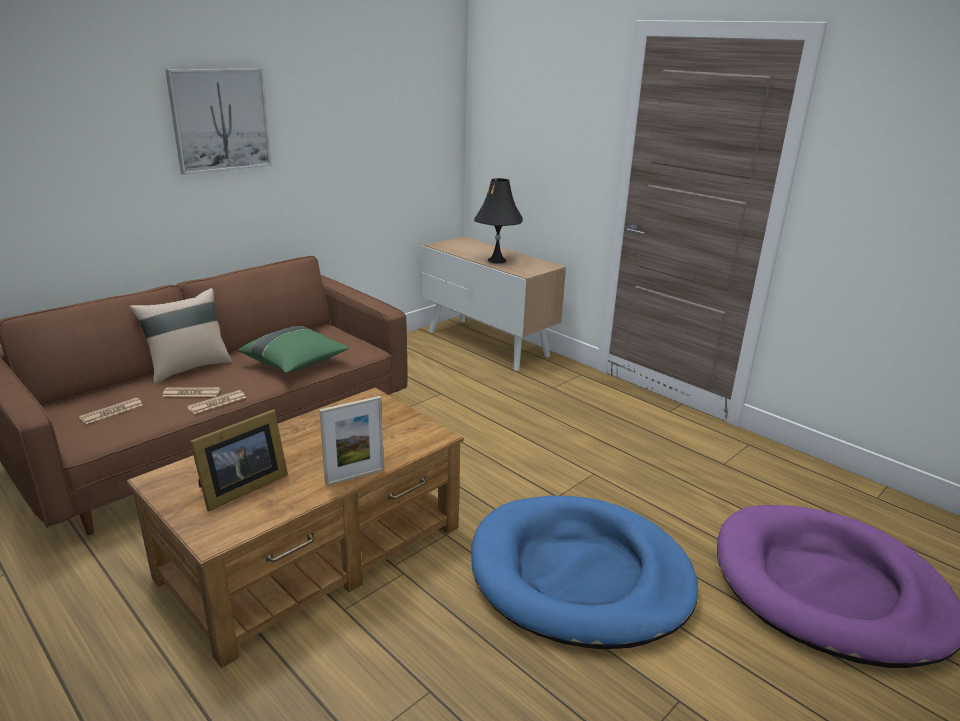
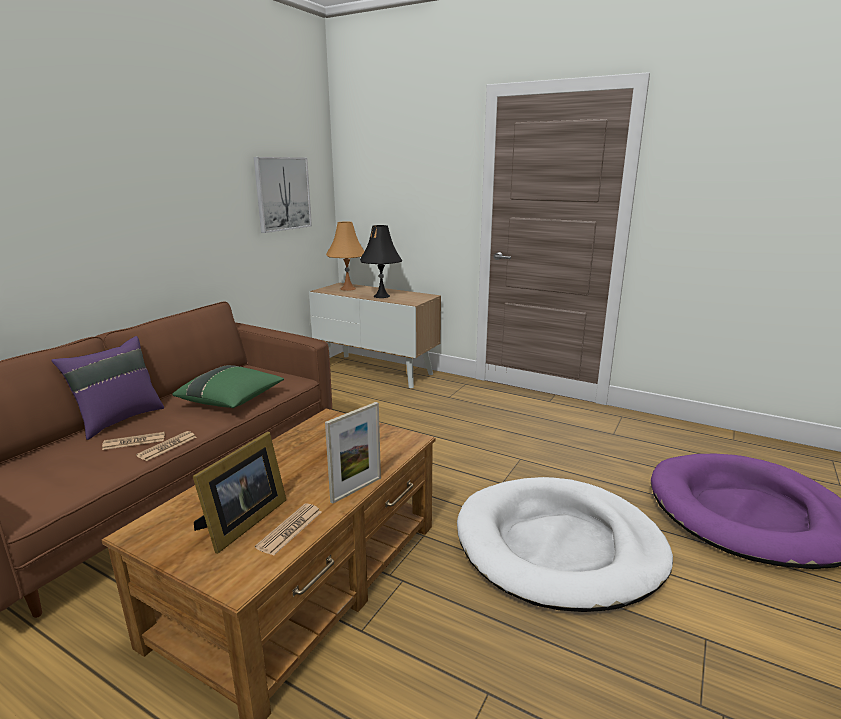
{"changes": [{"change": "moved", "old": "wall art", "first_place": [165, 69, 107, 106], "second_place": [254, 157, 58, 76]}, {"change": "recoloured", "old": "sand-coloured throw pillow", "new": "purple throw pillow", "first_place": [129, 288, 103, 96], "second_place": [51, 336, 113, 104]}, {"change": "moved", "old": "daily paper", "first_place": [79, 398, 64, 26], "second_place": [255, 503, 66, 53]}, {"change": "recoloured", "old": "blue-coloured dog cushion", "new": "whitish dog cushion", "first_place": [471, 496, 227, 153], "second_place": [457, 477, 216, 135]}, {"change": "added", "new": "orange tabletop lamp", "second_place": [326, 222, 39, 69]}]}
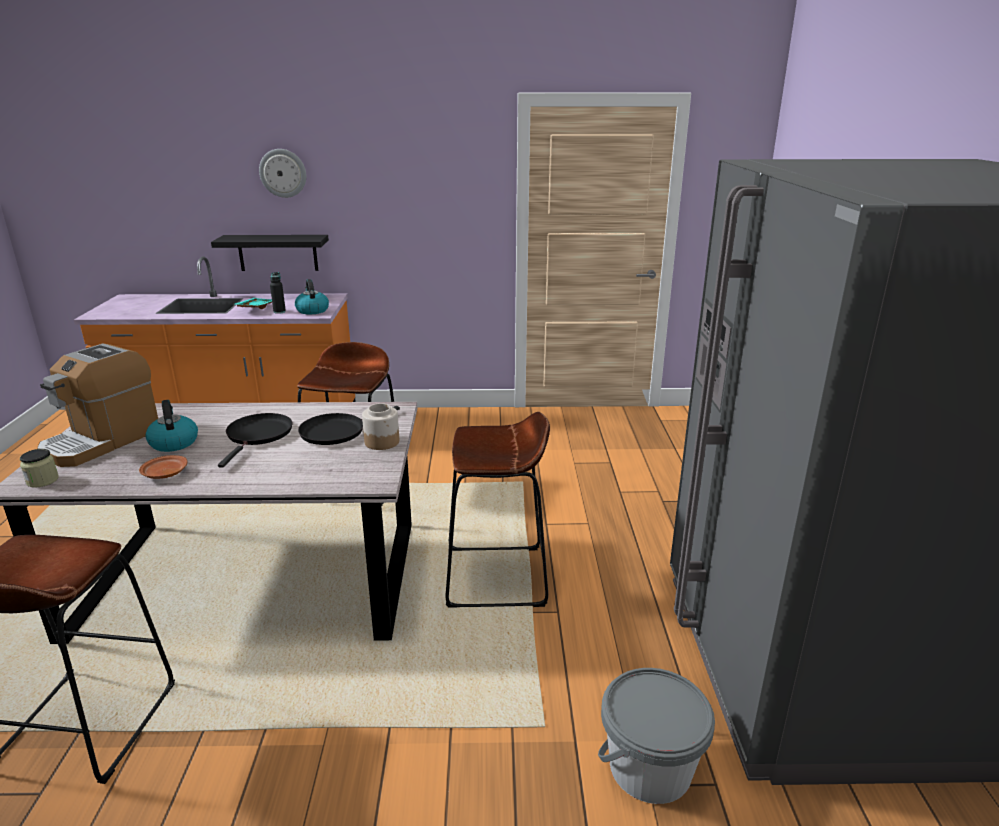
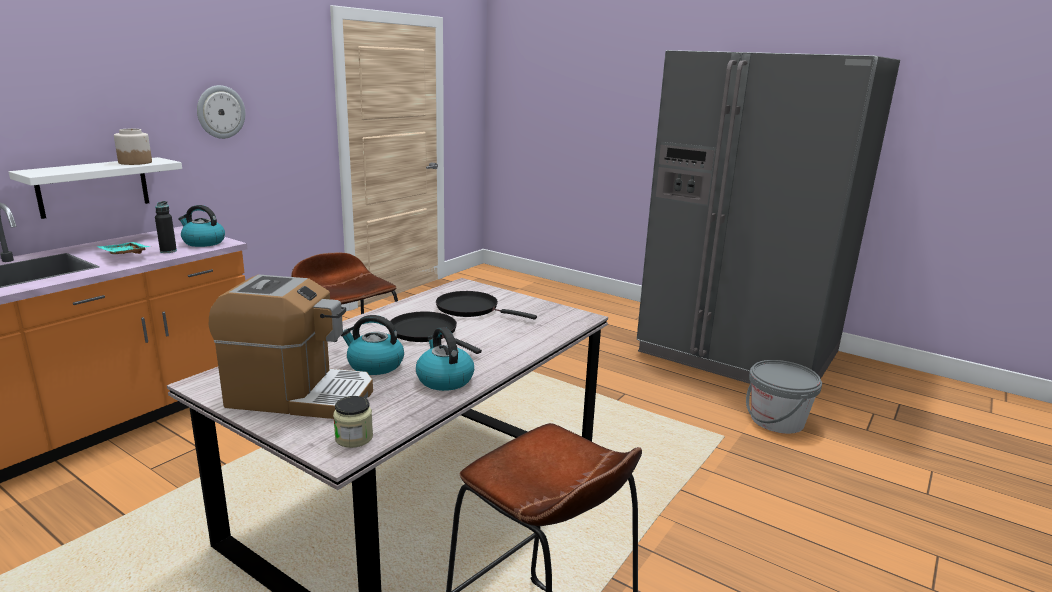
{"changes": [{"change": "moved", "old": "hanging clock", "first_place": [259, 149, 47, 49], "second_place": [197, 85, 48, 54]}, {"change": "recoloured", "old": "black-coloured shelf", "new": "whitish shelf", "first_place": [211, 235, 118, 36], "second_place": [8, 157, 174, 62]}, {"change": "turned", "old": "coffee maker", "first_place": [37, 343, 121, 124], "second_place": [209, 274, 164, 145], "degrees": -60}, {"change": "moved", "old": "storage jar", "first_place": [362, 403, 37, 47], "second_place": [114, 129, 38, 36]}, {"change": "turned", "old": "black-coloured skillet", "first_place": [298, 406, 102, 39], "second_place": [436, 291, 101, 29], "degrees": 120}, {"change": "removed", "old": "brown sitting stool", "first_place": [445, 412, 105, 196]}, {"change": "replaced", "old": "brown plate", "new": "kettle", "first_place": [139, 455, 48, 24], "second_place": [416, 327, 58, 64]}]}
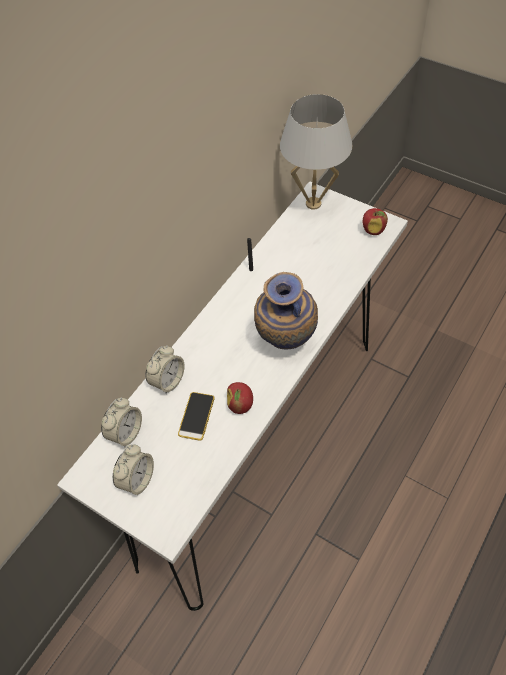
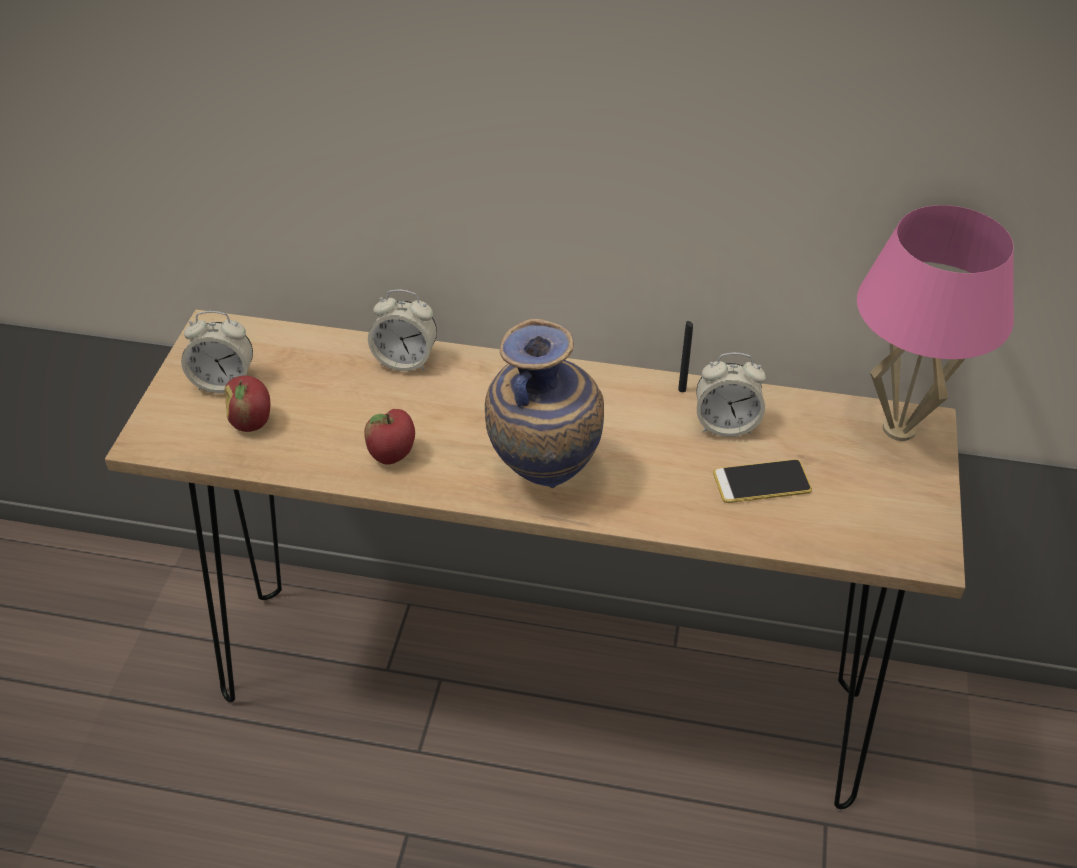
{"changes": [{"change": "recoloured", "old": "whitish tabletop lamp", "new": "pinkish tabletop lamp", "first_place": [280, 94, 73, 116], "second_place": [857, 205, 157, 236]}, {"change": "recoloured", "old": "whitish console table", "new": "brown console table", "first_place": [57, 182, 351, 429], "second_place": [105, 310, 860, 499]}, {"change": "moved", "old": "whole apple", "first_place": [363, 208, 25, 27], "second_place": [225, 376, 45, 56]}, {"change": "moved", "old": "phone", "first_place": [178, 392, 37, 49], "second_place": [713, 459, 99, 44]}, {"change": "moved", "old": "alarm clock", "first_place": [101, 397, 41, 50], "second_place": [696, 353, 70, 84]}]}
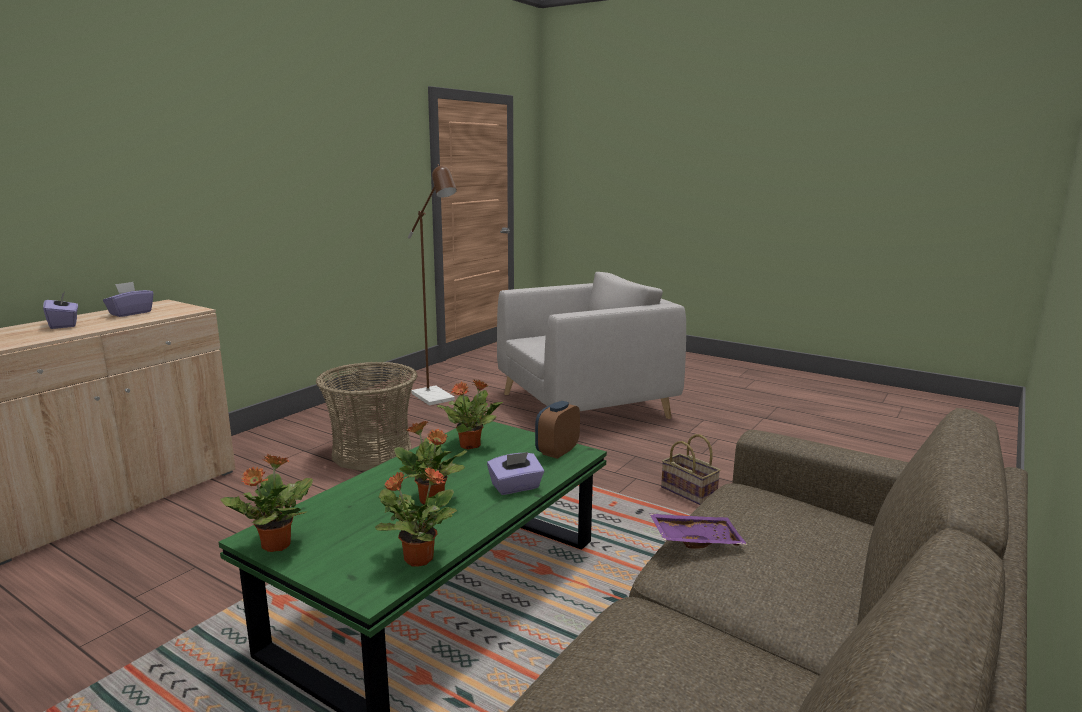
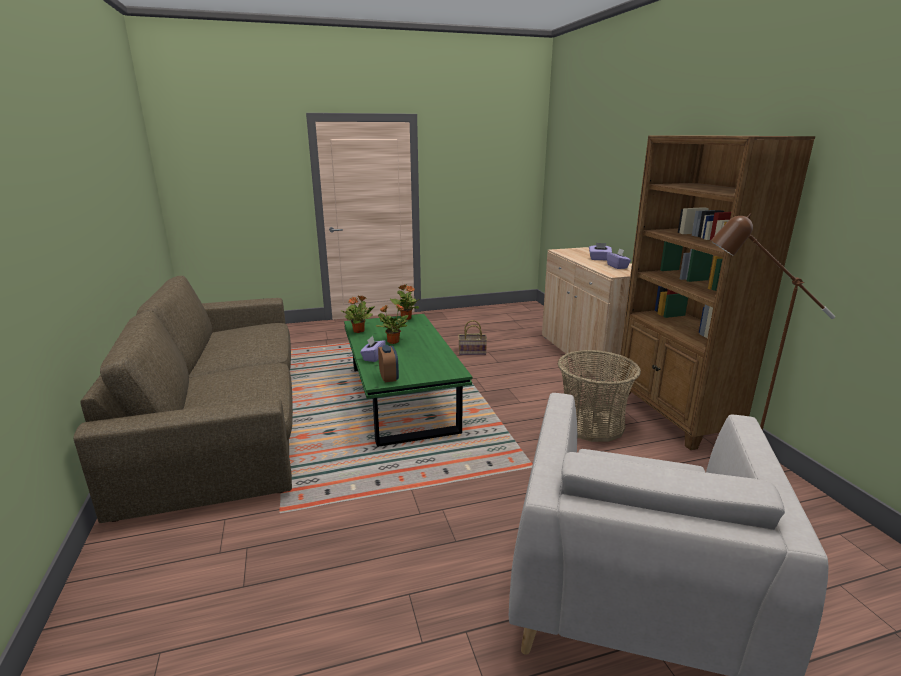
{"changes": [{"change": "removed", "old": "houseplant", "first_place": [437, 380, 66, 70]}, {"change": "moved", "old": "storage basket", "first_place": [661, 434, 59, 71], "second_place": [458, 320, 29, 35]}, {"change": "removed", "old": "purple tray", "first_place": [649, 513, 98, 36]}, {"change": "added", "new": "brown bookcase", "second_place": [618, 135, 197, 315]}]}
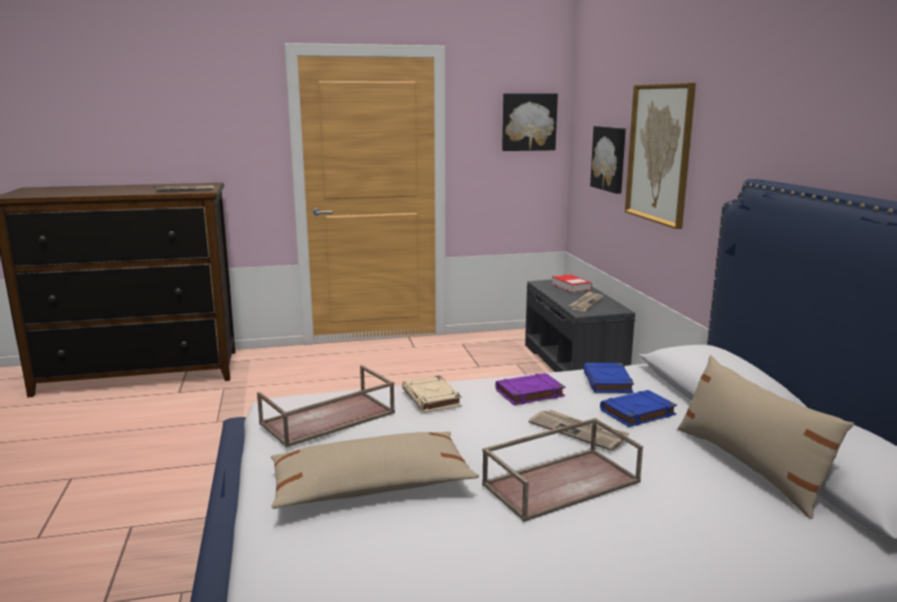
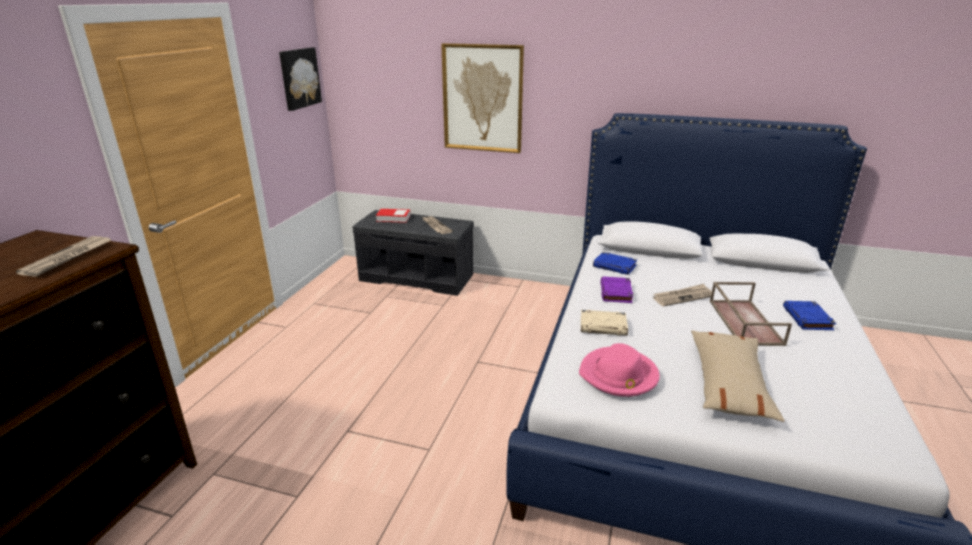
{"changes": [{"change": "removed", "old": "wall art", "first_place": [590, 126, 36, 68]}, {"change": "removed", "old": "sand-coloured throw pillow", "first_place": [677, 355, 177, 164]}, {"change": "replaced", "old": "brown tray", "new": "pinkish hat", "first_place": [257, 365, 138, 83], "second_place": [579, 343, 81, 54]}, {"change": "moved", "old": "blue-coloured bound book", "first_place": [600, 390, 77, 37], "second_place": [783, 301, 53, 29]}]}
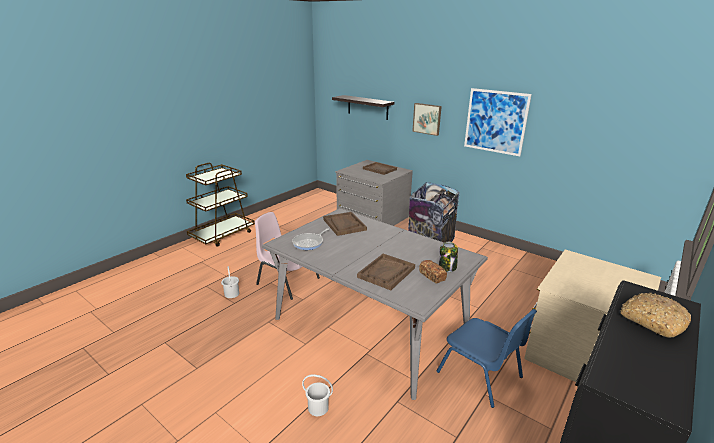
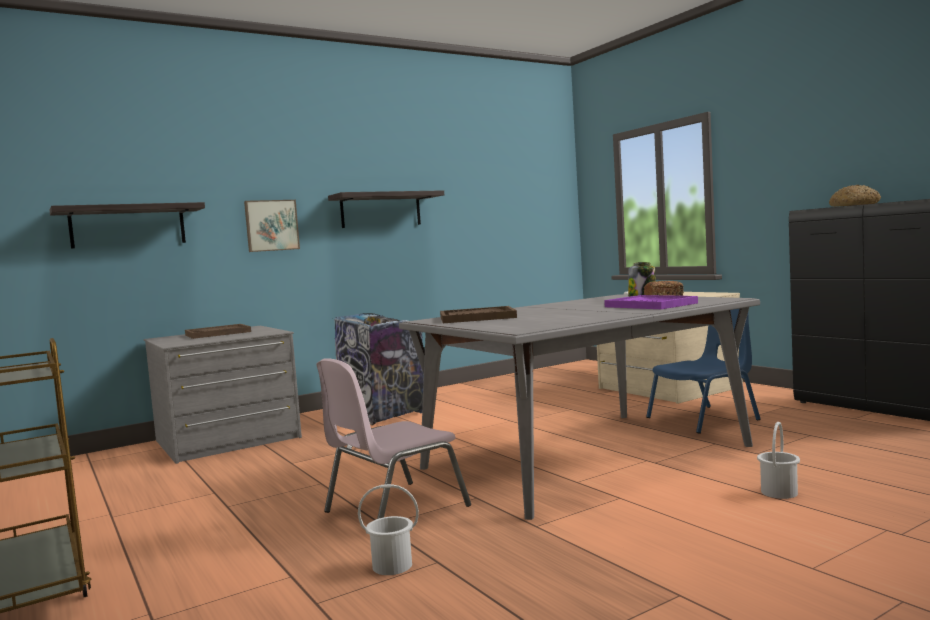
{"changes": [{"change": "replaced", "old": "wall art", "new": "shelf", "first_place": [464, 88, 68, 68], "second_place": [328, 190, 116, 38]}, {"change": "removed", "old": "skillet", "first_place": [292, 228, 37, 22]}, {"change": "recoloured", "old": "brown tray", "new": "purple tray", "first_place": [357, 254, 58, 36], "second_place": [604, 295, 94, 14]}]}
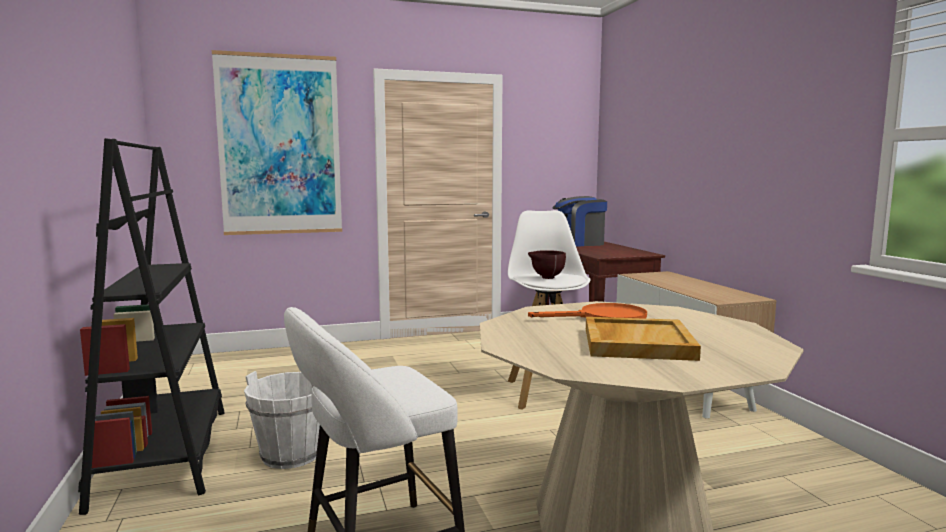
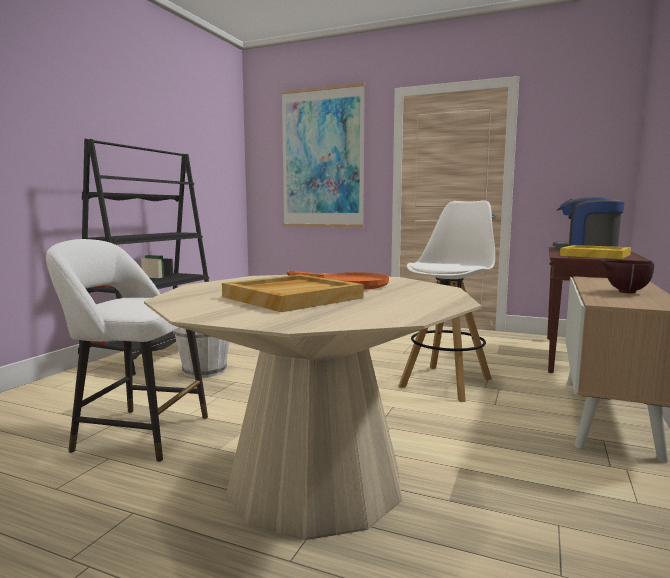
{"changes": [{"change": "moved", "old": "brown bowl", "first_place": [528, 250, 38, 29], "second_place": [601, 260, 53, 33]}, {"change": "added", "new": "yellow tray", "second_place": [560, 245, 71, 14]}]}
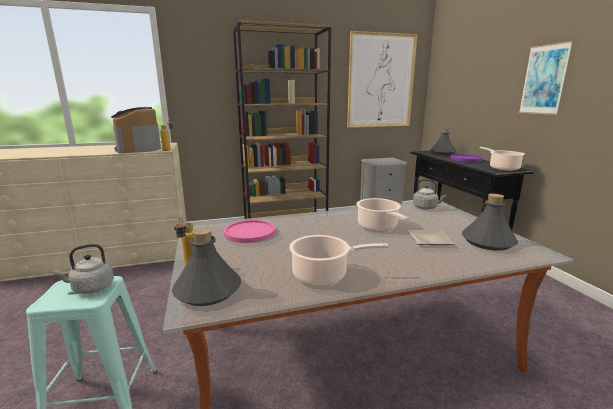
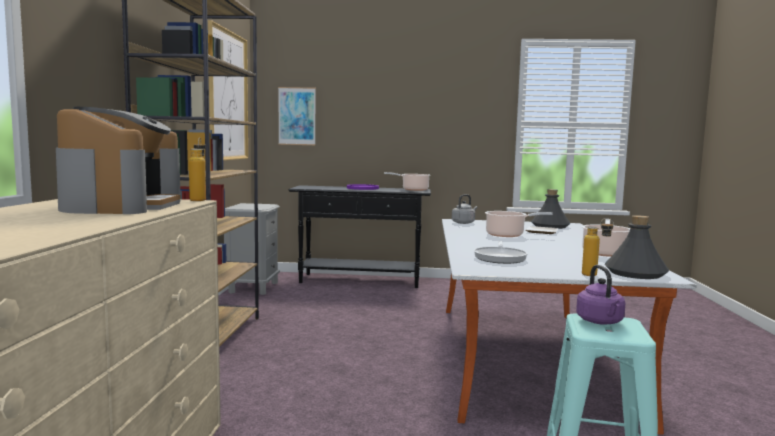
{"changes": [{"change": "moved", "old": "wall art", "first_place": [519, 41, 54, 74], "second_place": [278, 87, 38, 58]}, {"change": "turned", "old": "coffee maker", "first_place": [111, 107, 50, 46], "second_place": [56, 107, 125, 107], "degrees": -90}, {"change": "removed", "old": "greyish drink bottle", "first_place": [431, 129, 25, 26]}, {"change": "replaced", "old": "pinkish plate", "new": "skillet", "first_place": [224, 220, 51, 23], "second_place": [474, 241, 53, 23]}, {"change": "recoloured", "old": "greyish kettle", "new": "purple kettle", "first_place": [54, 244, 60, 50], "second_place": [576, 265, 49, 60]}]}
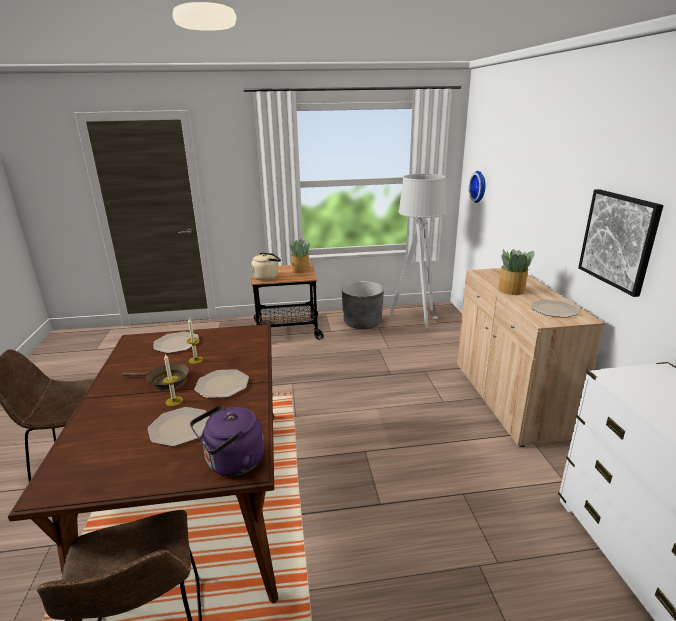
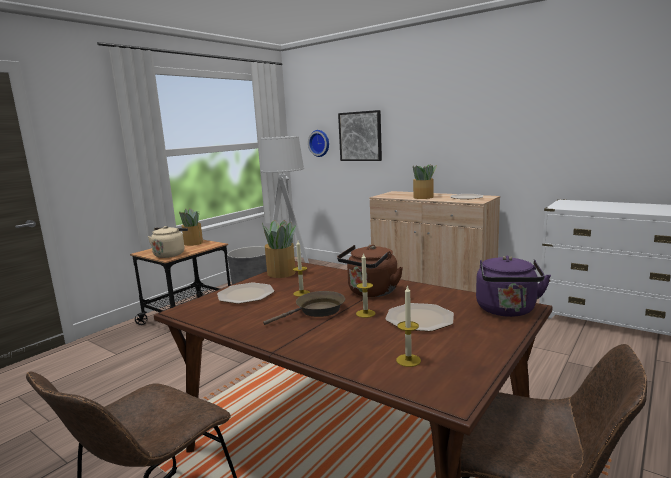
{"changes": [{"change": "moved", "old": "wall art", "first_place": [578, 189, 86, 108], "second_place": [338, 110, 44, 51]}, {"change": "replaced", "old": "plate", "new": "brown kettle", "first_place": [194, 369, 55, 29], "second_place": [337, 244, 66, 53]}, {"change": "added", "new": "houseplant", "second_place": [262, 220, 34, 58]}, {"change": "added", "new": "wax light", "second_place": [396, 285, 25, 82]}]}
